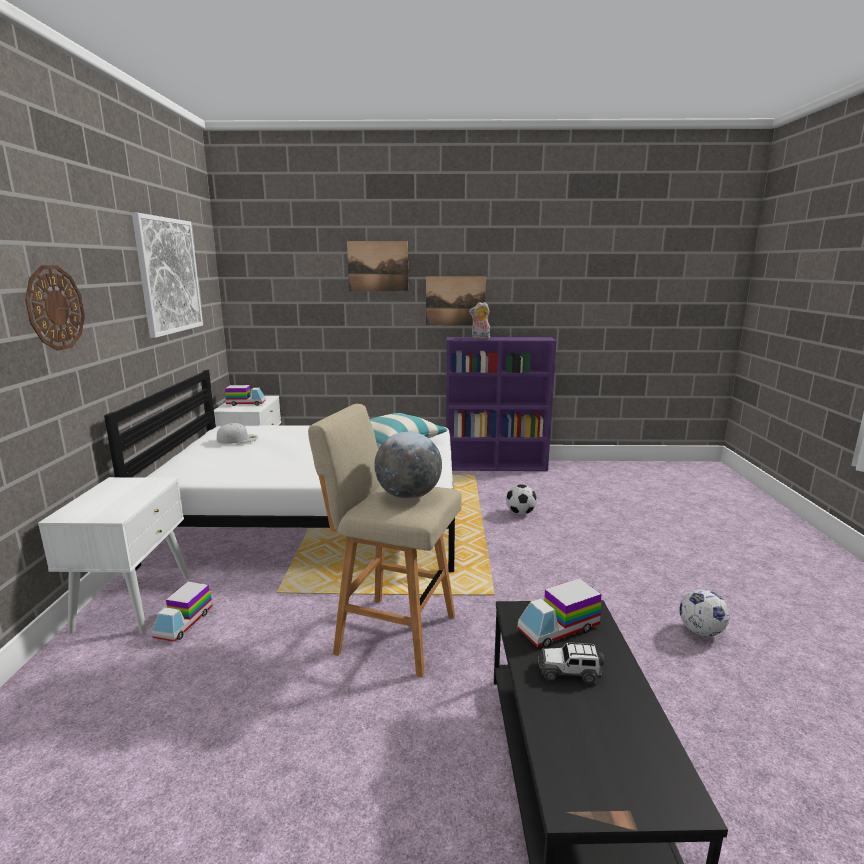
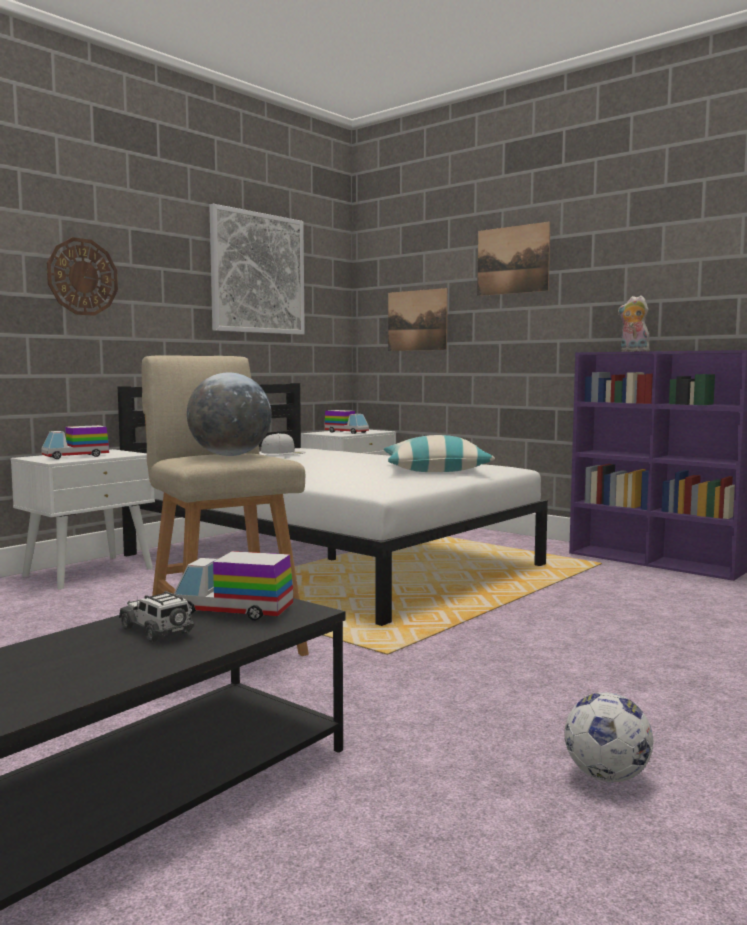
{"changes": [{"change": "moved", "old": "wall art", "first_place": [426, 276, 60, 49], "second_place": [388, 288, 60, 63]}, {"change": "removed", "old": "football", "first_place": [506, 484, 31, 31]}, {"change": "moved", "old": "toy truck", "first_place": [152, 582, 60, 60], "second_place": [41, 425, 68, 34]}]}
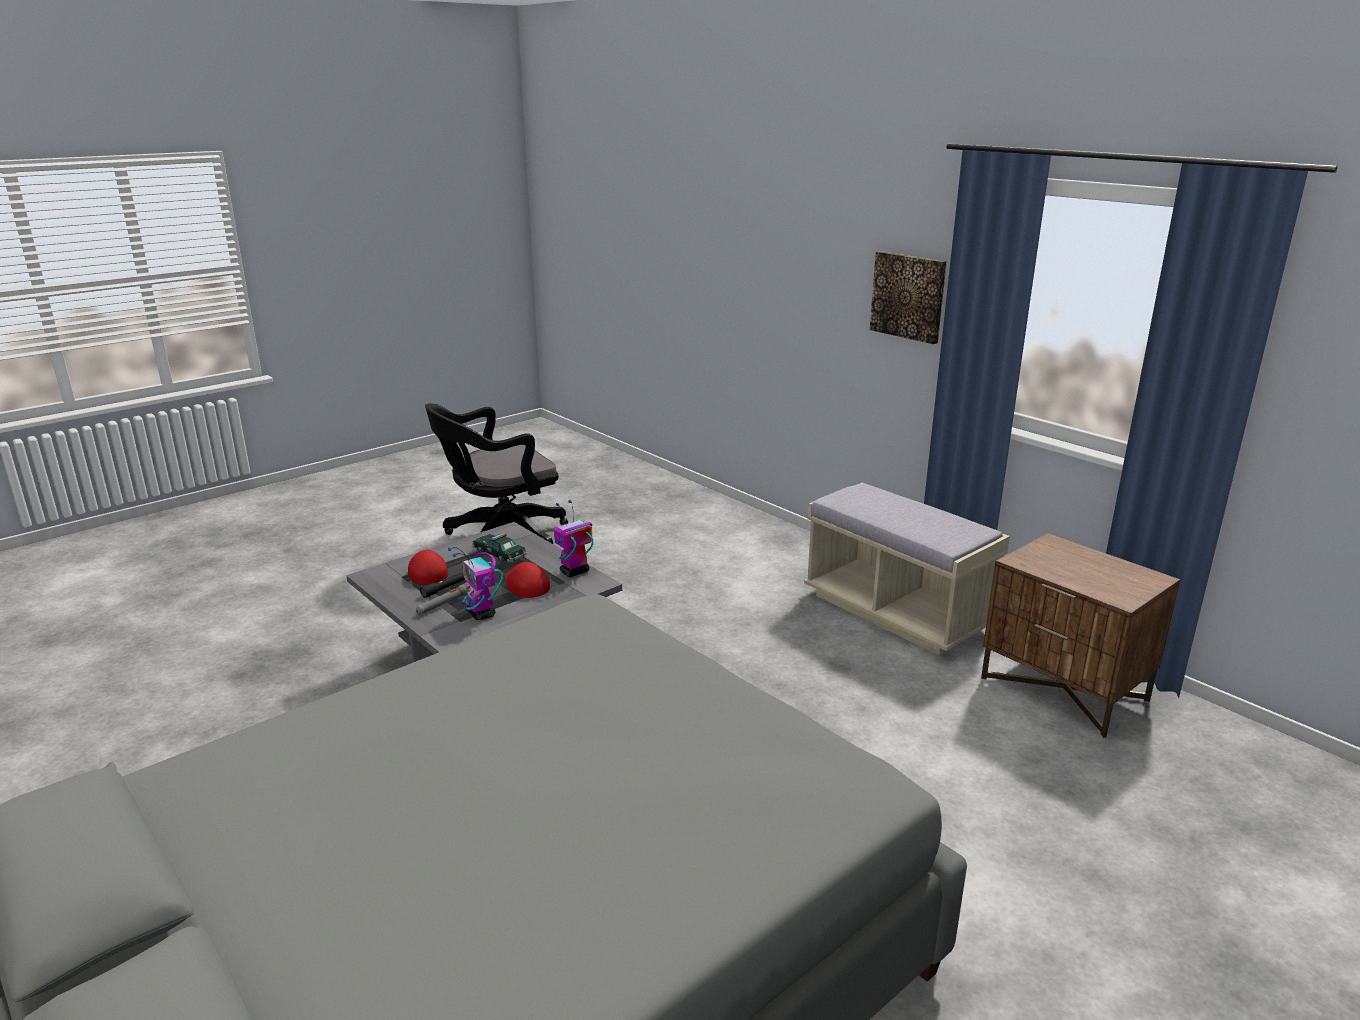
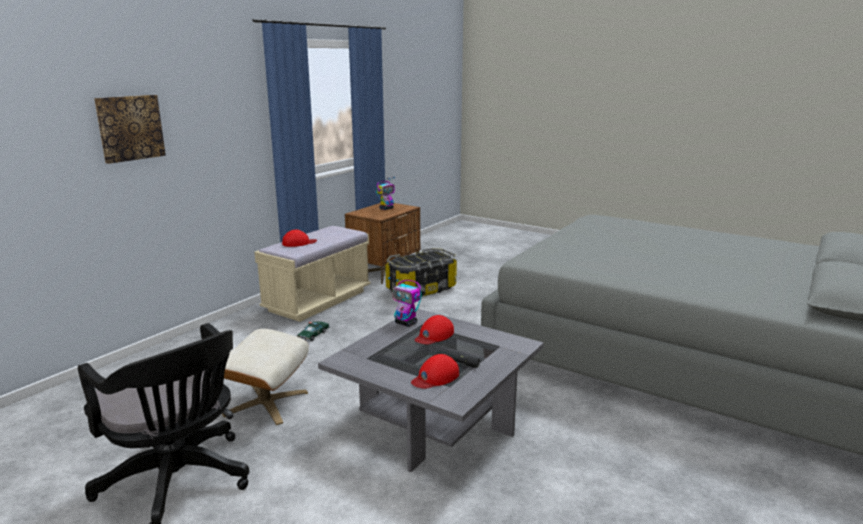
{"changes": [{"change": "moved", "old": "wall art", "first_place": [870, 251, 77, 93], "second_place": [94, 95, 72, 69]}, {"change": "moved", "old": "toy car", "first_place": [472, 533, 55, 30], "second_place": [297, 321, 33, 20]}, {"change": "moved", "old": "toy robot", "first_place": [448, 547, 55, 73], "second_place": [376, 177, 19, 33]}, {"change": "removed", "old": "greyish flashlight", "first_place": [416, 582, 55, 33]}, {"change": "added", "new": "red-coloured baseball cap", "second_place": [282, 230, 35, 17]}, {"change": "added", "new": "storage box", "second_place": [385, 248, 72, 49]}, {"change": "added", "new": "sand-coloured ottoman", "second_place": [222, 329, 87, 96]}]}
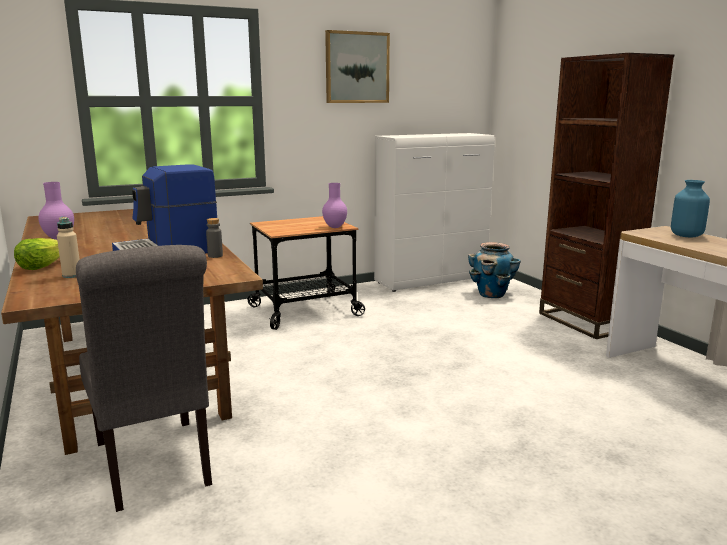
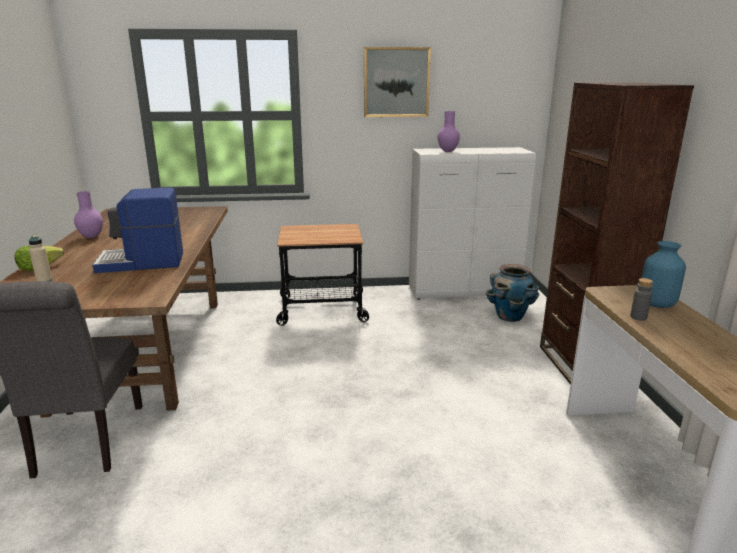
{"changes": [{"change": "moved", "old": "purple vase", "first_place": [322, 183, 25, 45], "second_place": [438, 111, 22, 41]}, {"change": "moved", "old": "greyish drink bottle", "first_place": [206, 218, 17, 40], "second_place": [630, 278, 23, 43]}]}
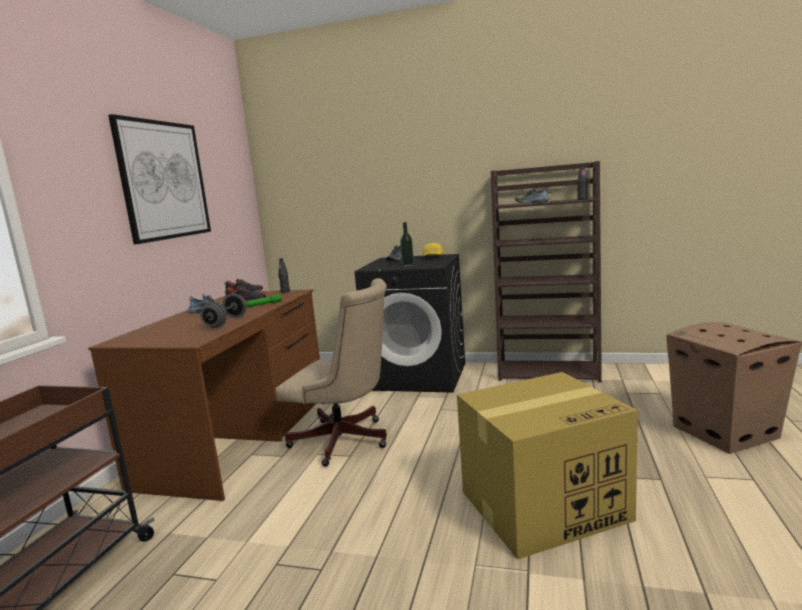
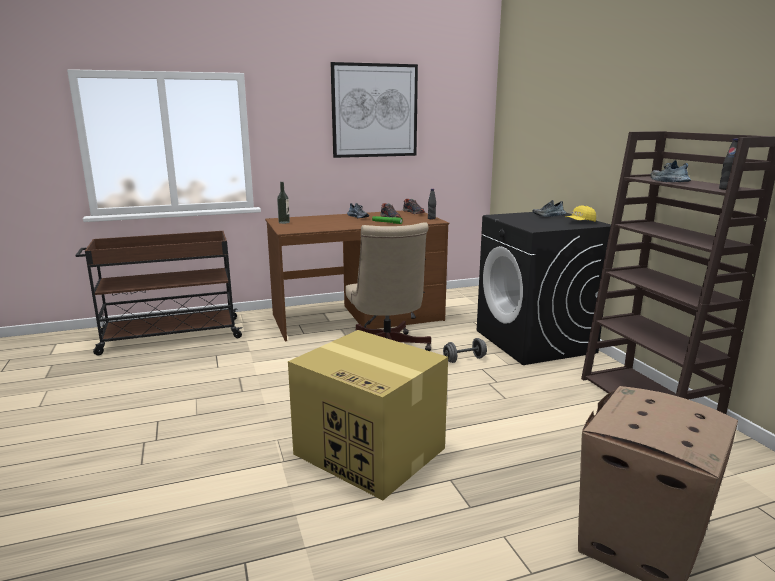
{"changes": [{"change": "moved", "old": "drink bottle", "first_place": [400, 222, 14, 45], "second_place": [277, 182, 13, 42]}, {"change": "moved", "old": "greyish dumbbell", "first_place": [200, 293, 47, 35], "second_place": [443, 338, 44, 25]}]}
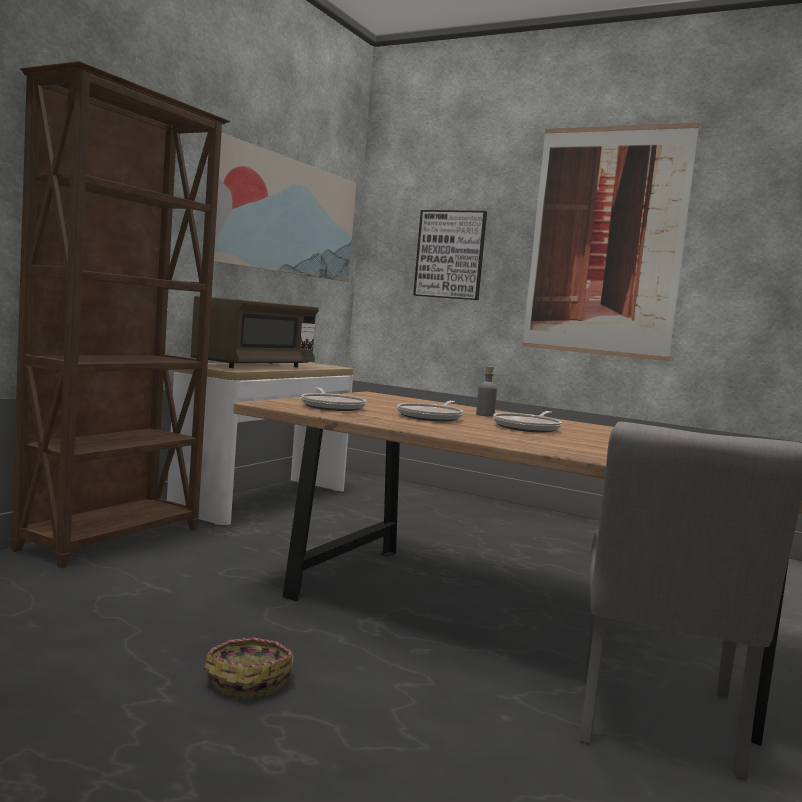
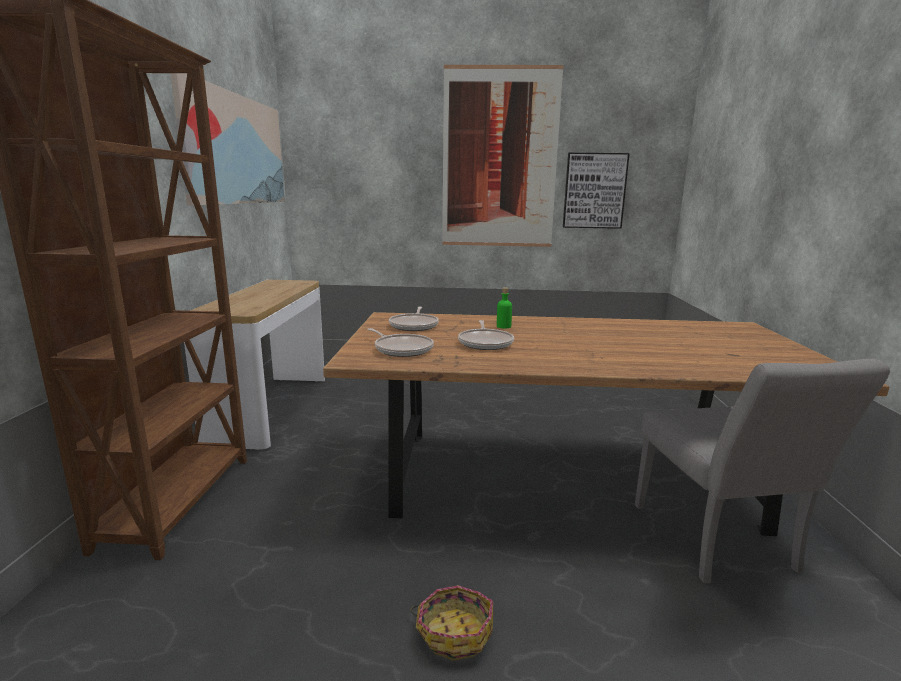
{"changes": [{"change": "moved", "old": "wall art", "first_place": [413, 210, 74, 90], "second_place": [563, 153, 67, 76]}, {"change": "removed", "old": "brown microwave", "first_place": [191, 296, 128, 72]}, {"change": "recoloured", "old": "greyish drink bottle", "new": "green-coloured drink bottle", "first_place": [476, 366, 21, 51], "second_place": [497, 287, 15, 41]}, {"change": "moved", "old": "skillet", "first_place": [493, 411, 69, 22], "second_place": [389, 307, 50, 24]}]}
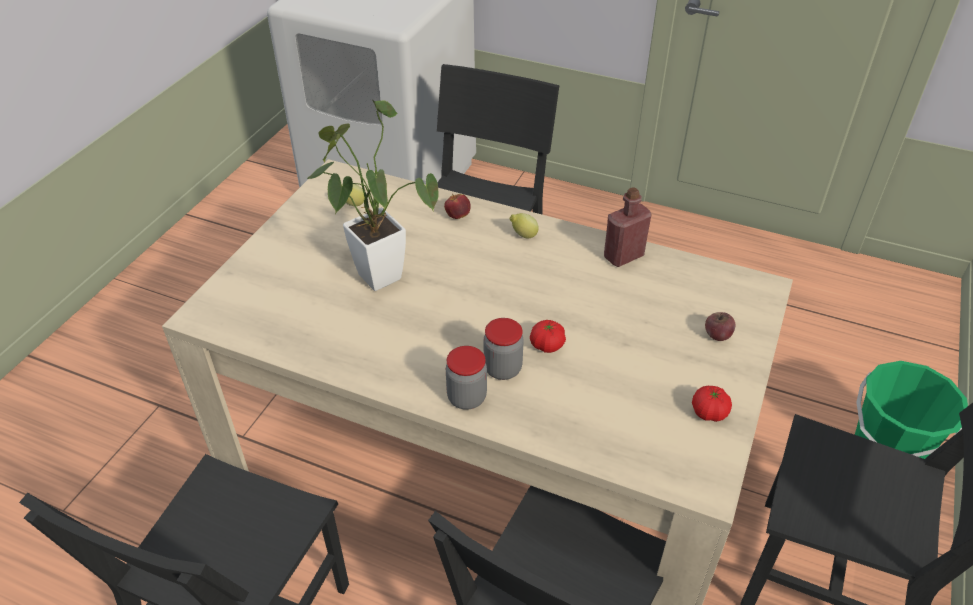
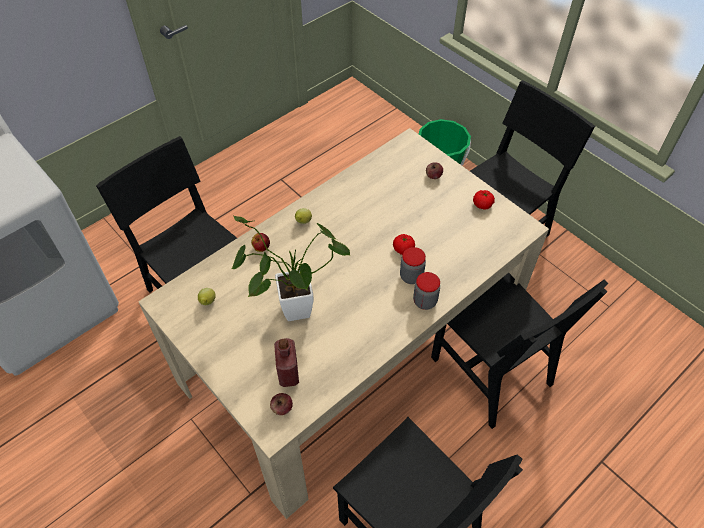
{"changes": [{"change": "moved", "old": "red-coloured drink bottle", "first_place": [604, 187, 47, 80], "second_place": [274, 338, 25, 49]}, {"change": "added", "new": "whole apple", "second_place": [270, 393, 23, 22]}]}
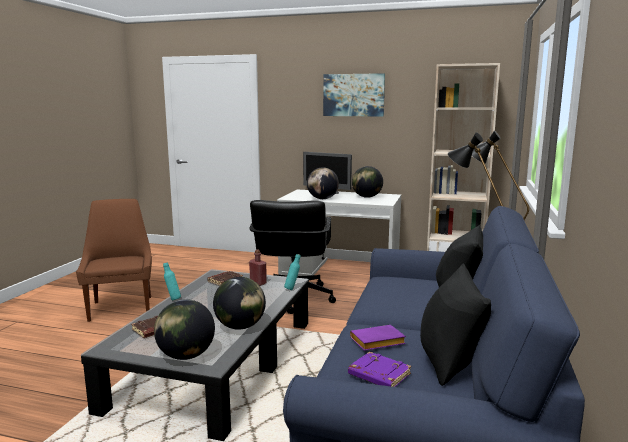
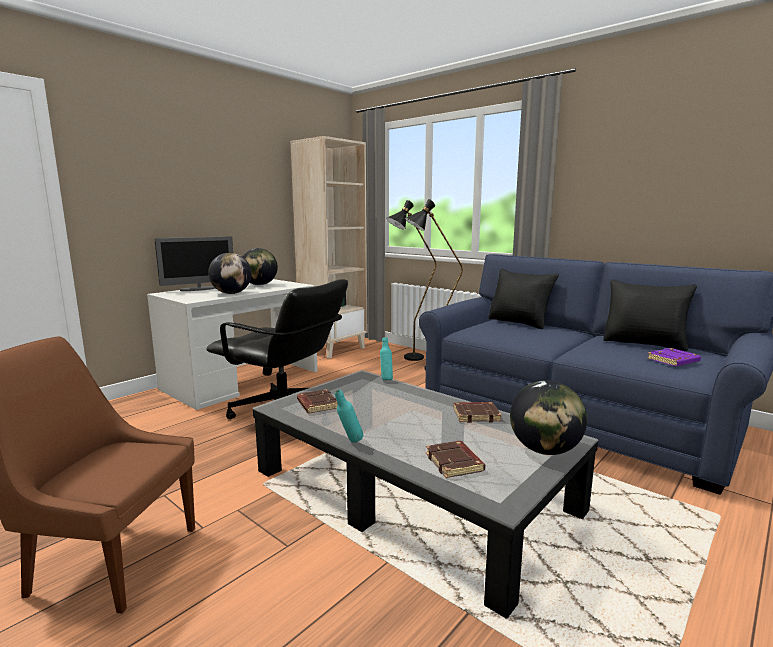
{"changes": [{"change": "removed", "old": "wall art", "first_place": [323, 73, 62, 43]}, {"change": "removed", "old": "red-coloured drink bottle", "first_place": [249, 250, 18, 36]}, {"change": "replaced", "old": "desk globe", "new": "brown bound book", "first_place": [213, 277, 53, 53], "second_place": [453, 402, 49, 21]}, {"change": "removed", "old": "purple bound book", "first_place": [350, 325, 56, 26]}]}
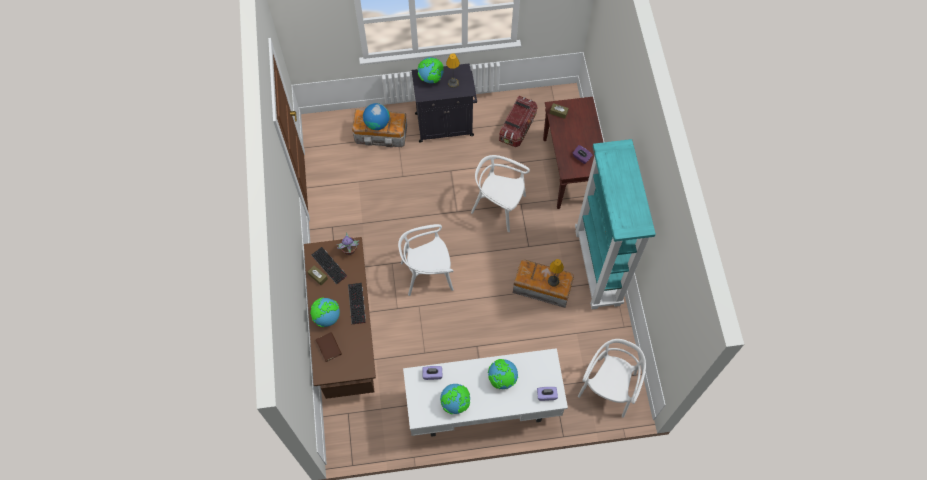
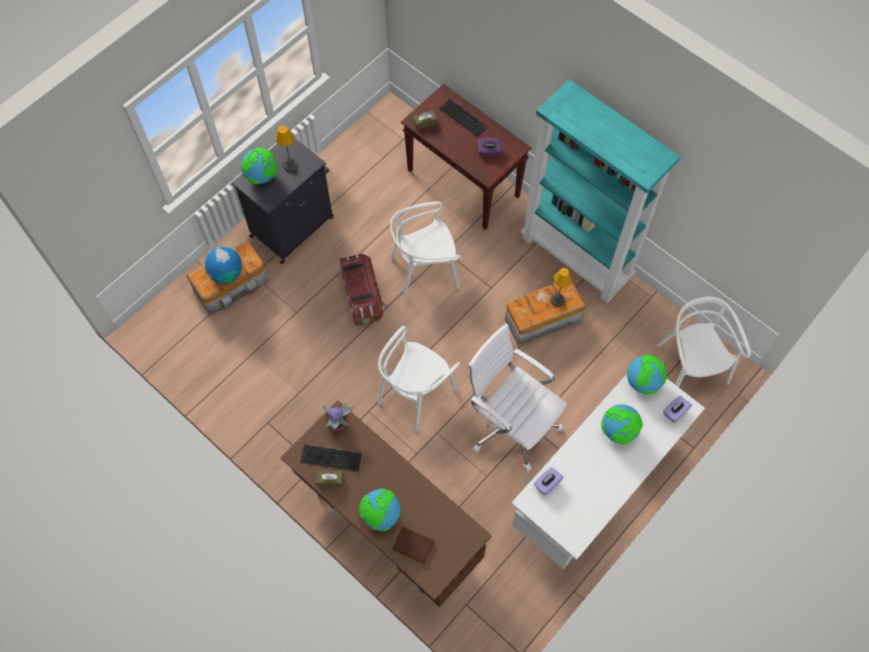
{"changes": [{"change": "moved", "old": "storage box", "first_place": [499, 96, 39, 51], "second_place": [339, 254, 44, 72]}, {"change": "moved", "old": "PC keyboard", "first_place": [348, 283, 18, 41], "second_place": [439, 99, 48, 38]}, {"change": "moved", "old": "desk globe", "first_place": [440, 384, 30, 30], "second_place": [627, 355, 40, 40]}, {"change": "added", "new": "whitish office chair", "second_place": [467, 324, 100, 148]}]}
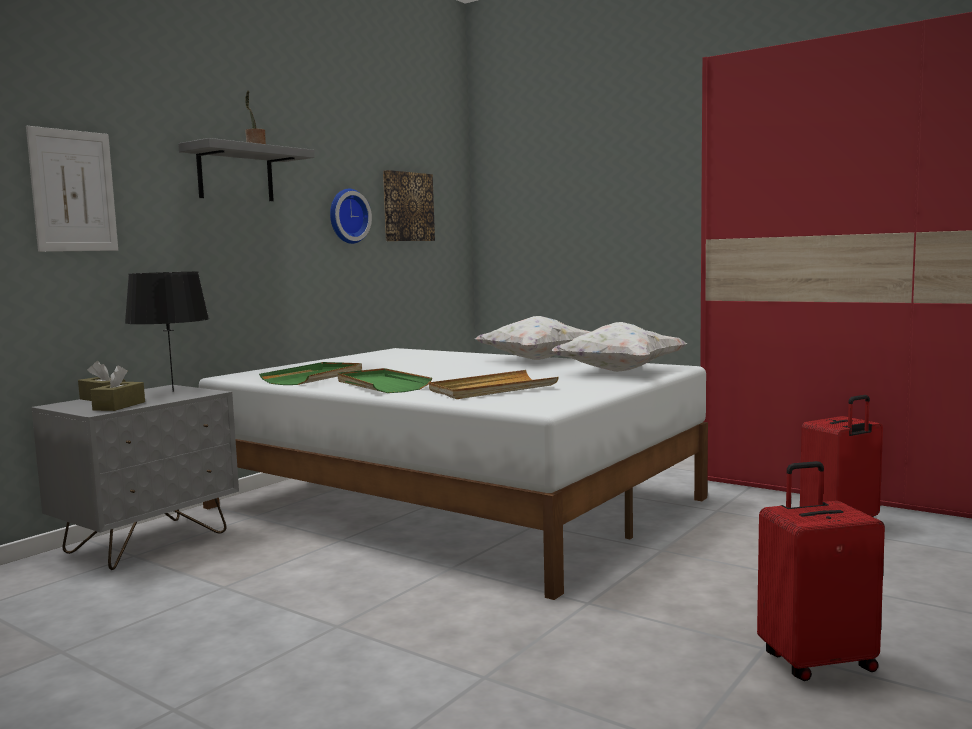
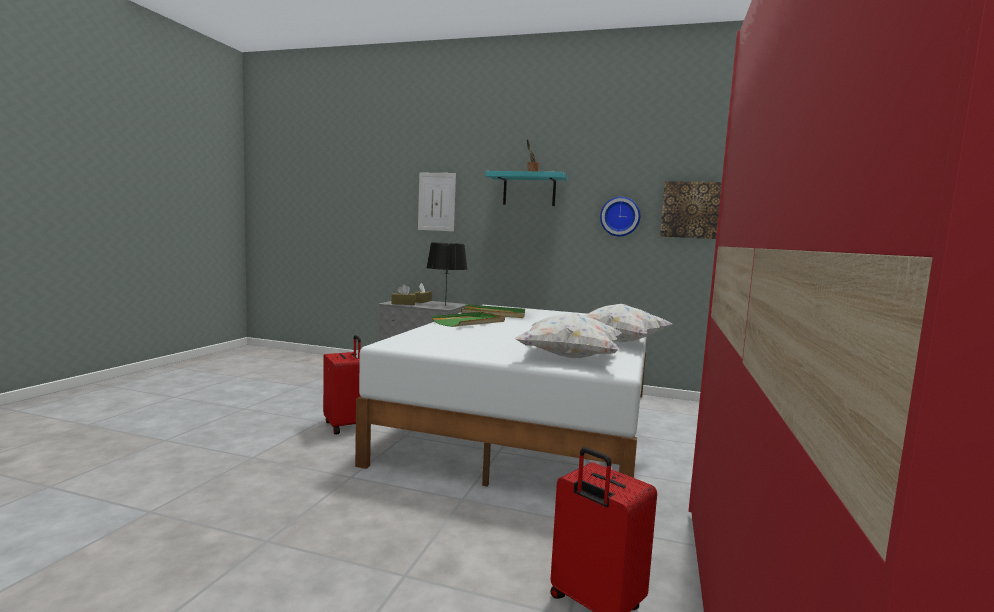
{"changes": [{"change": "recoloured", "old": "greyish shelf", "new": "turquoise shelf", "first_place": [178, 138, 137, 63], "second_place": [485, 171, 83, 35]}, {"change": "removed", "old": "sand-coloured tray", "first_place": [429, 370, 130, 29]}, {"change": "moved", "old": "red-coloured suitcase", "first_place": [757, 461, 128, 220], "second_place": [323, 335, 38, 100]}]}
